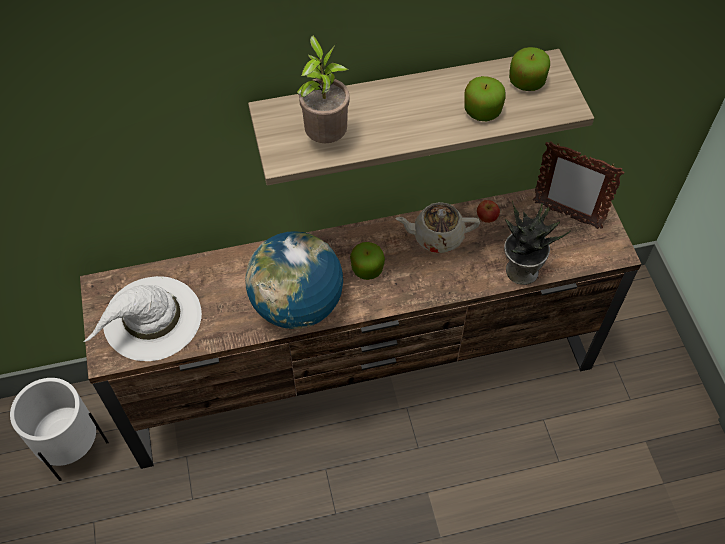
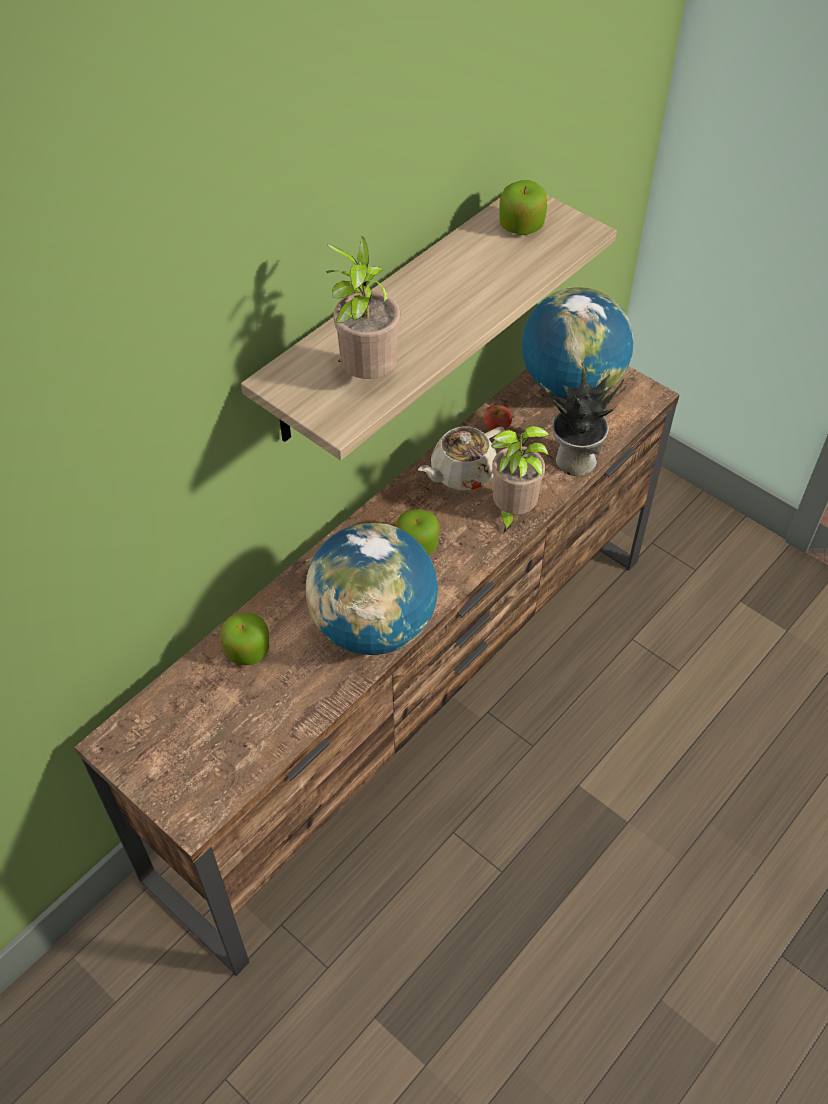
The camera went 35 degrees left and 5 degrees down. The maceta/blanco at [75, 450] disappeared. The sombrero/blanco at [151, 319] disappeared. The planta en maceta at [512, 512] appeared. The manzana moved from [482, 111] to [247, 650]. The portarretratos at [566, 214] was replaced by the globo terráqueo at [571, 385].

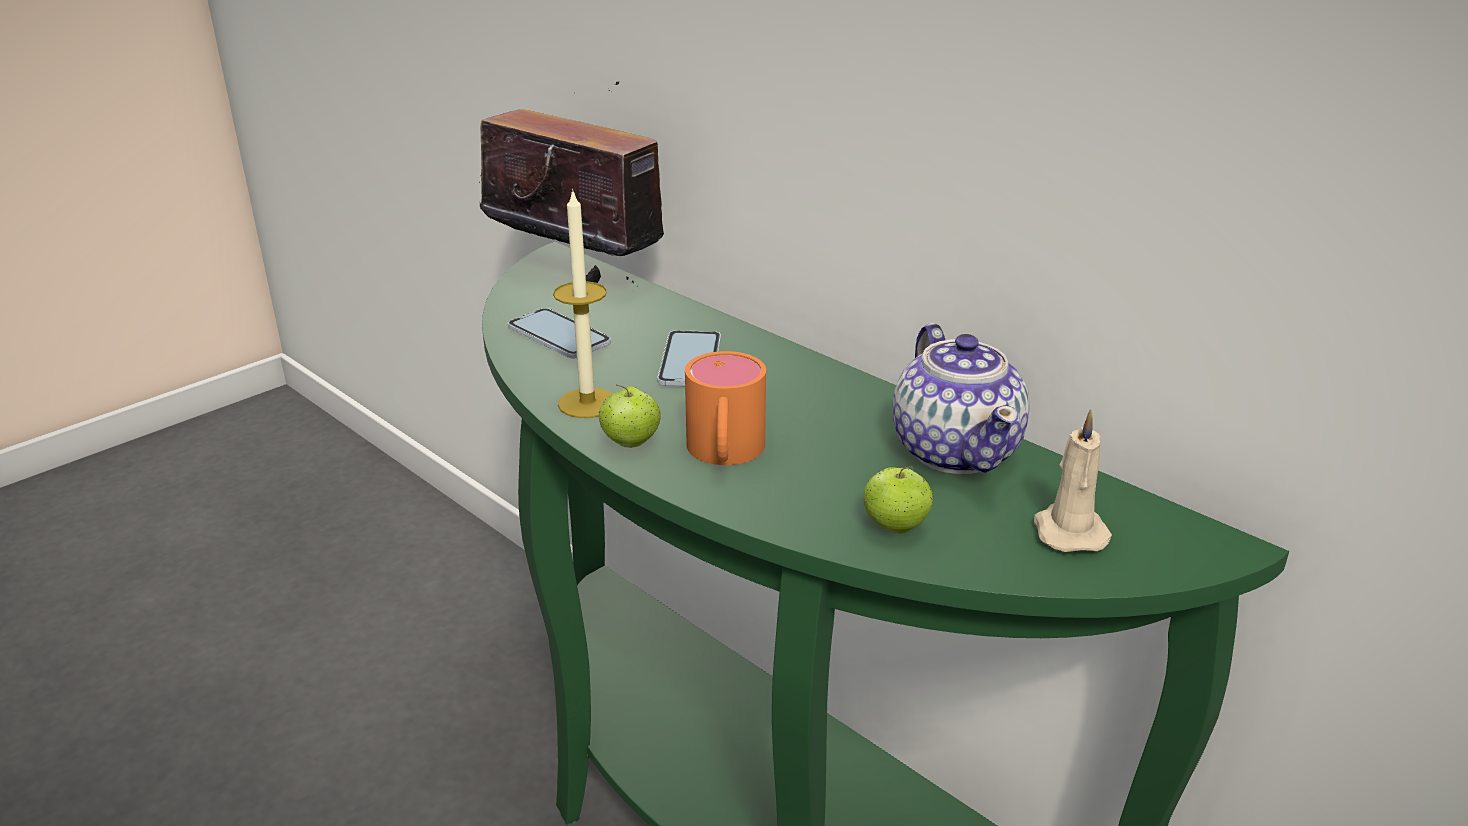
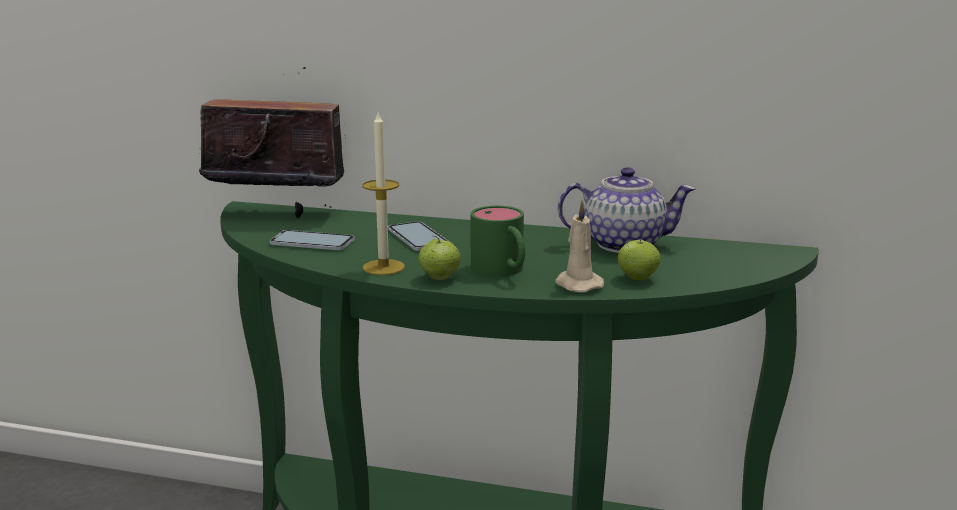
The camera went 30 degrees left and 10 degrees down. The vela/beis moved from [1068, 530] to [577, 284]. The taza grande/naranja at [724, 454] became the taza grande/verde at [503, 271]. The tetera at [956, 450] turned 45 degrees counterclockwise.

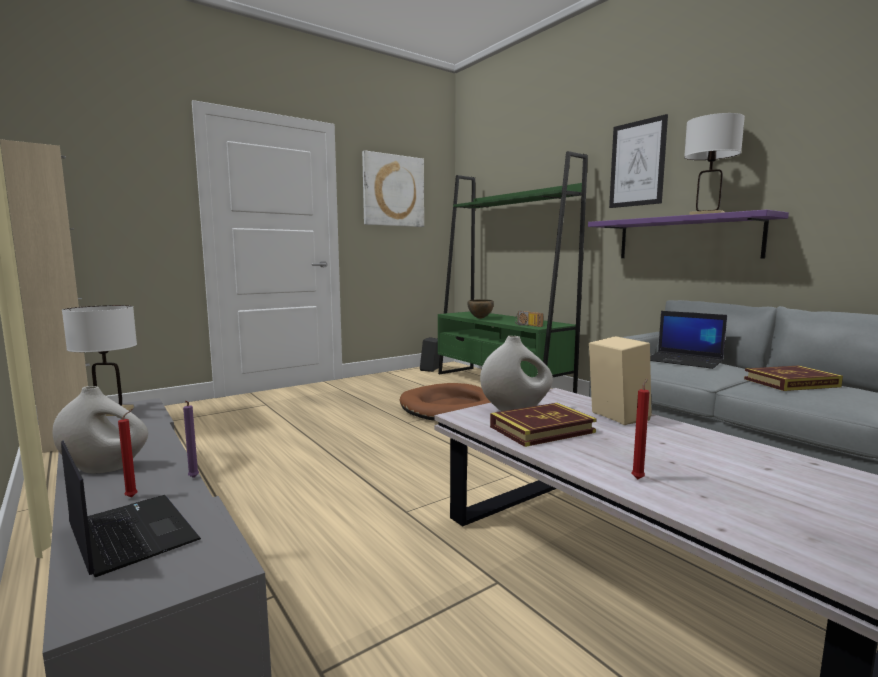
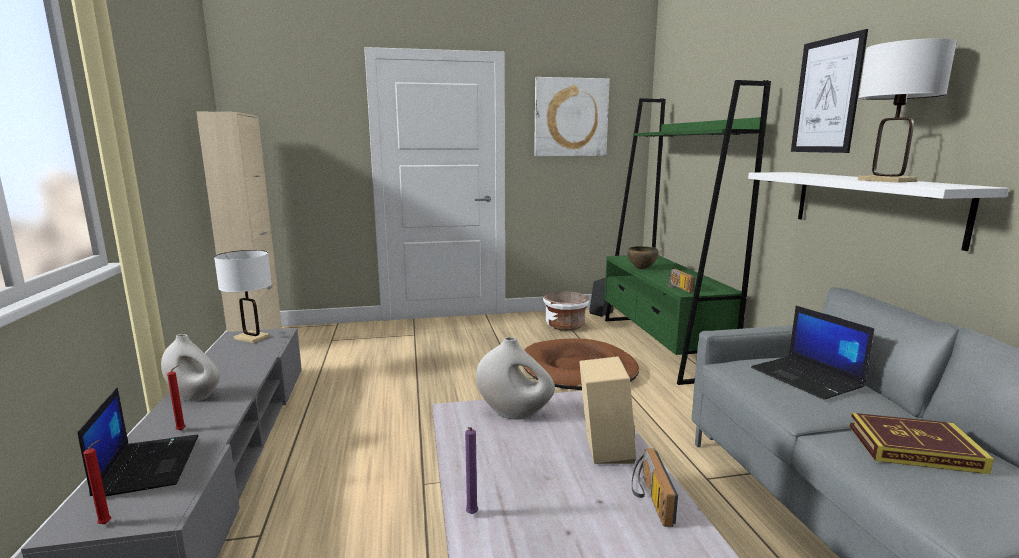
The camera went 25 degrees right and 5 degrees up. The libro at [542, 429] disappeared. The maceta/blanco at [565, 326] appeared. The radio at [649, 498] appeared. The vela/morado moved from [193, 478] to [471, 515]. The vela/rojo moved from [638, 478] to [107, 523]. The estante/morado at [686, 238] became the estante/blanco at [873, 205].

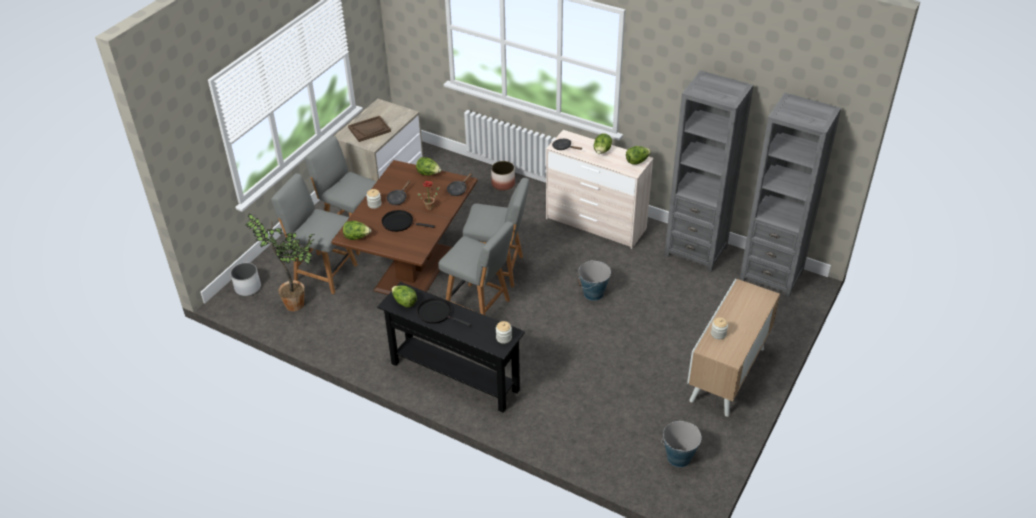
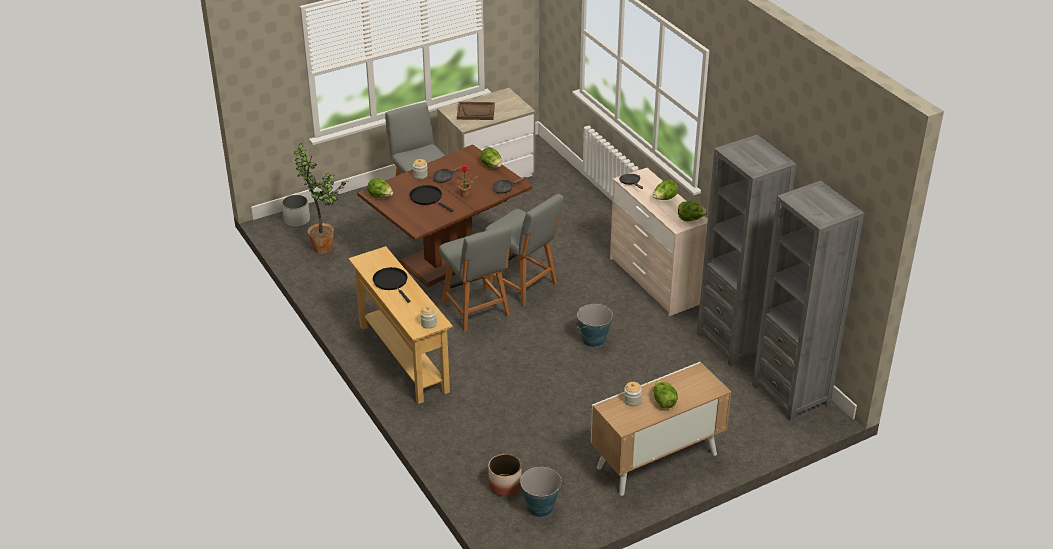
The camera went 30 degrees right and 5 degrees down. The silla/gris at [323, 272] disappeared. The lechuga moved from [404, 302] to [663, 402]. The maceta moved from [503, 184] to [505, 485]. The mesa consola/negro at [454, 377] became the mesa consola/beis at [403, 358].

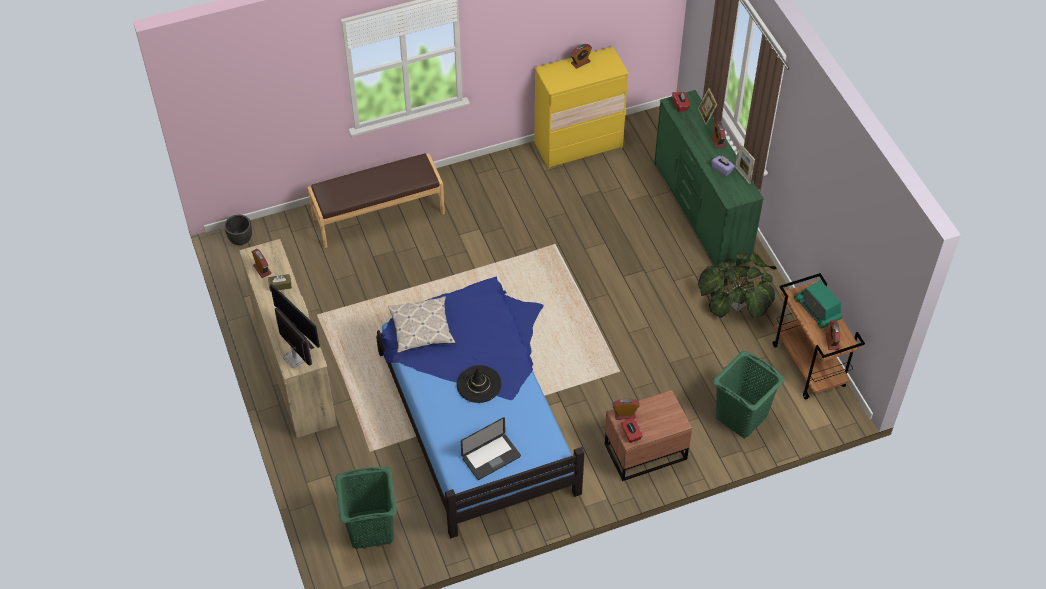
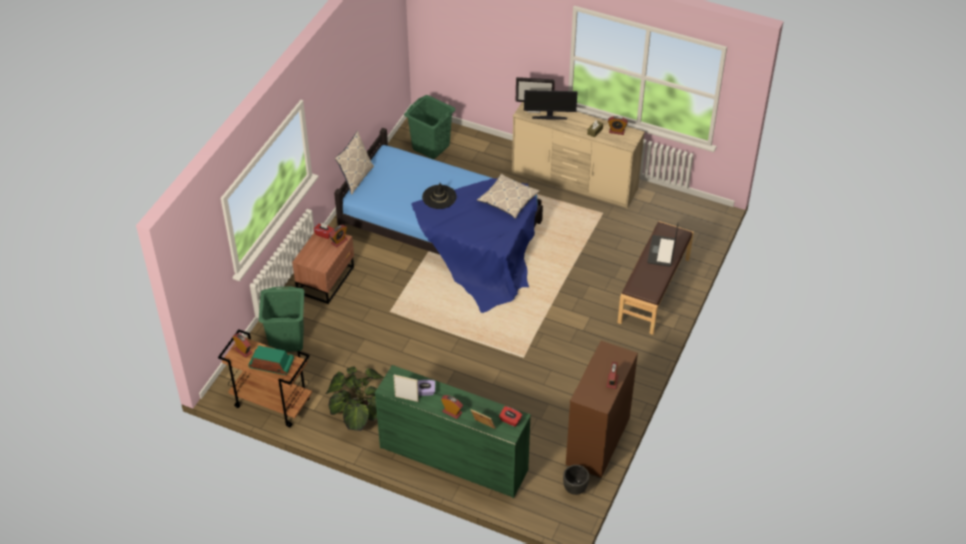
The camera went 135 degrees right and 5 degrees down. The cojín at [356, 178] appeared. The maceta/negro moved from [241, 240] to [574, 488]. The portátil moved from [491, 457] to [661, 251]. The cómoda/amarillo at [578, 145] became the cómoda/marrón at [597, 441].

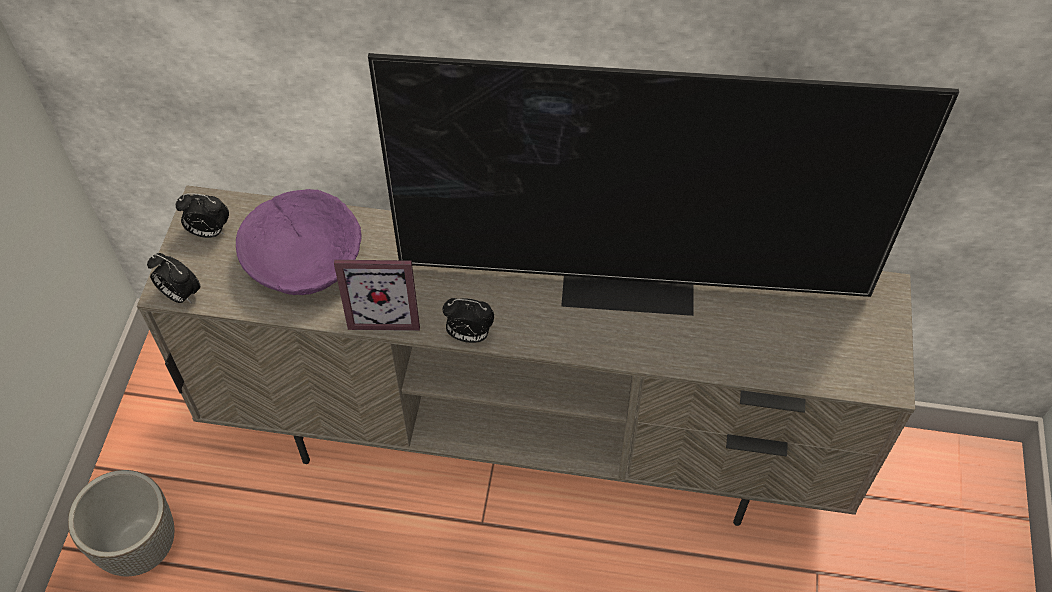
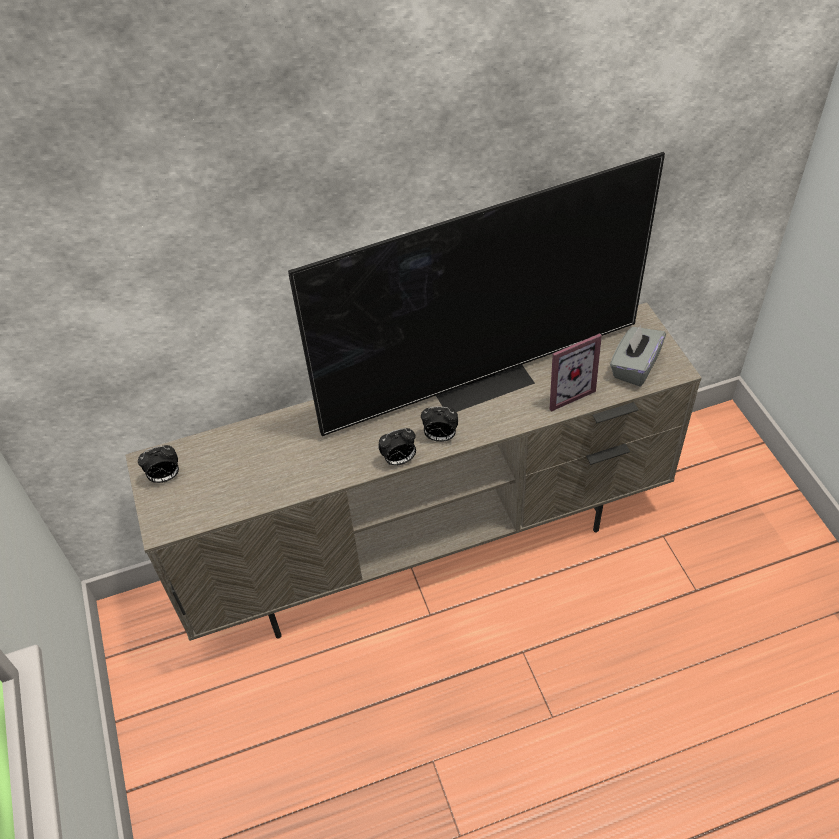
The camera went 25 degrees left and 5 degrees down. The maceta at [140, 545] disappeared. The cuenco/morado at [304, 260] disappeared. The caja de pañuelos/gris at [634, 367] appeared. The despertador moved from [180, 294] to [440, 437]. The portarretratos moved from [385, 312] to [565, 391].

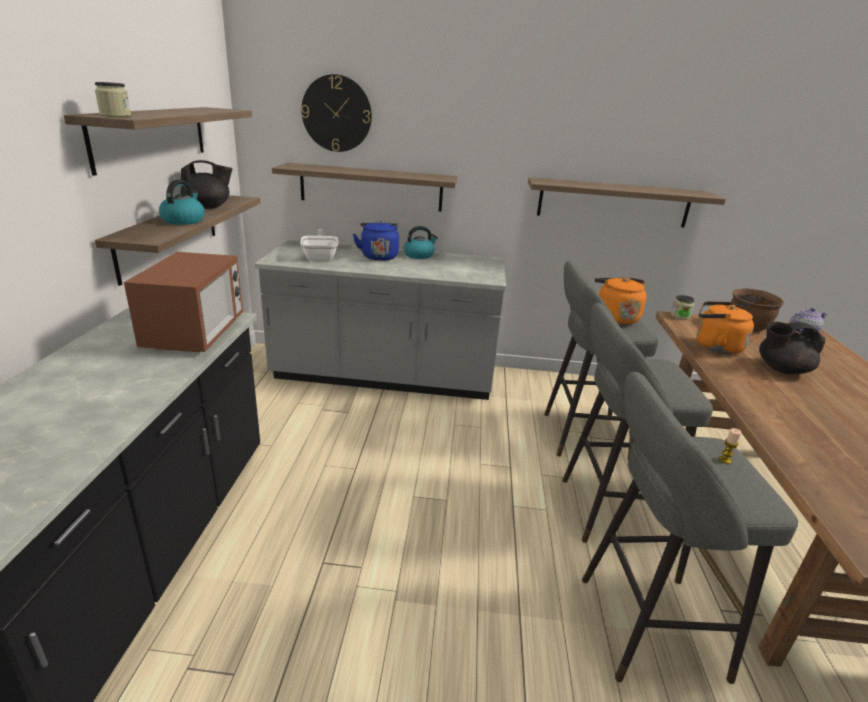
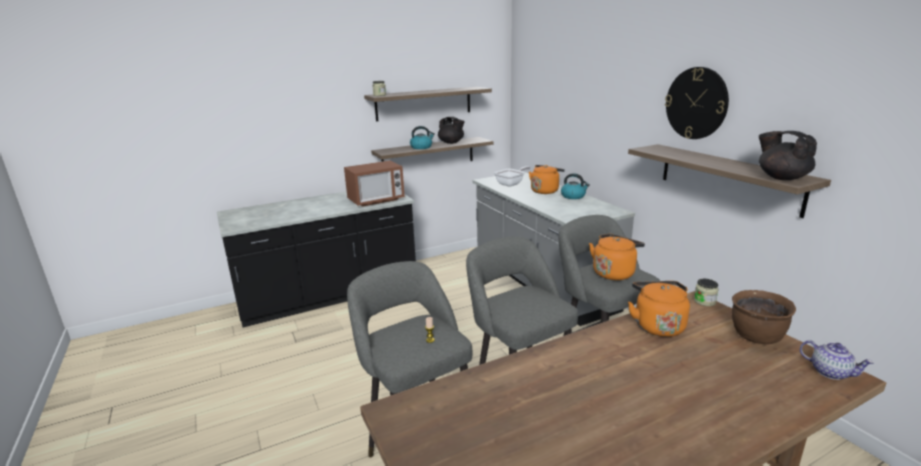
The camera went 60 degrees right and 5 degrees down. The estante at [371, 187] disappeared. The reloj de pared moved from [337, 114] to [696, 103]. The tetera/negro moved from [781, 369] to [781, 177]. The hervidor/azul at [378, 256] became the hervidor/naranja at [545, 191].

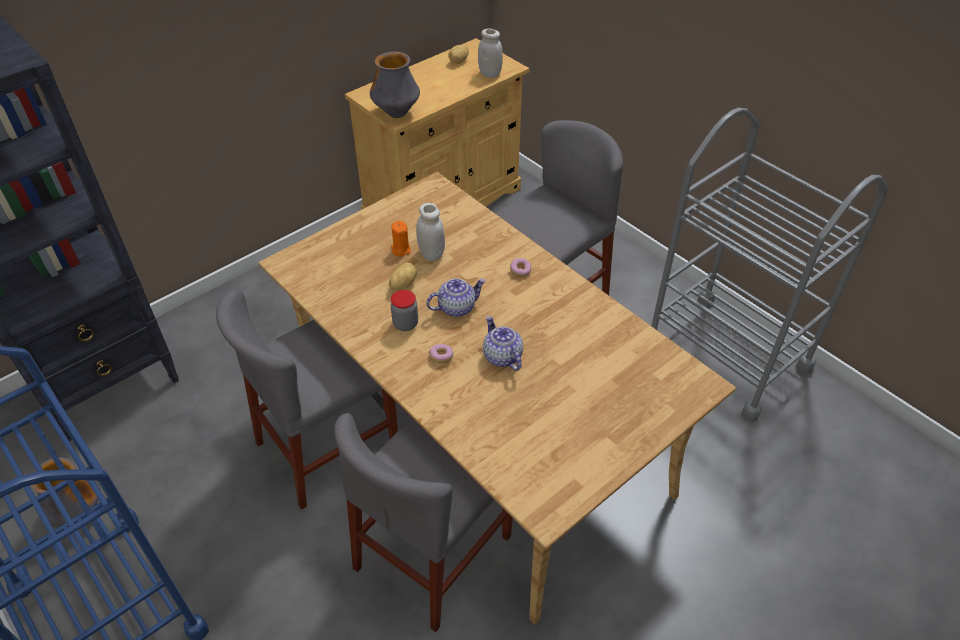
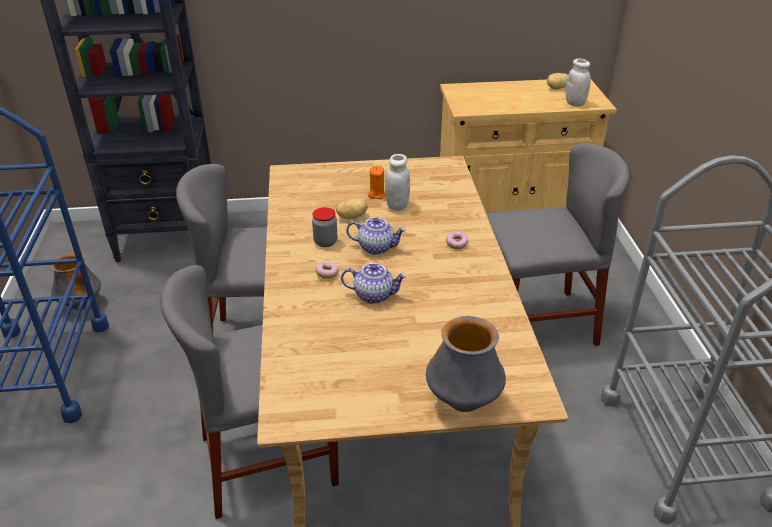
The camera went 35 degrees right and 10 degrees down. The florero moved from [396, 113] to [463, 402]. The tetera at [502, 356] turned 90 degrees clockwise.

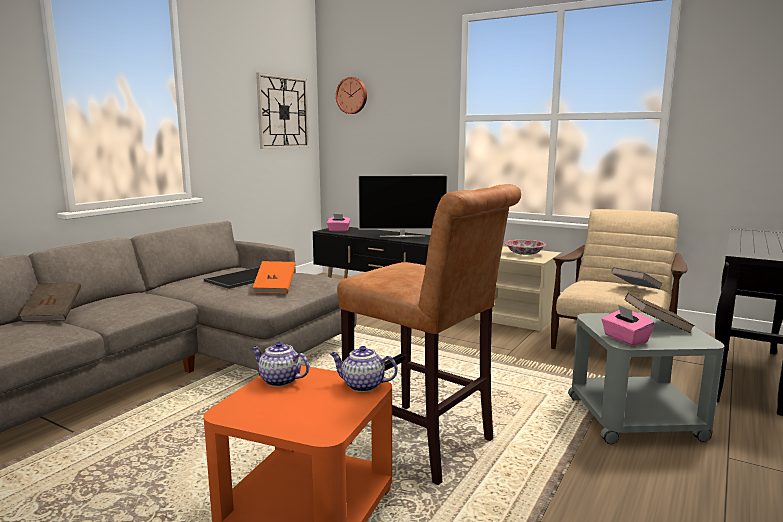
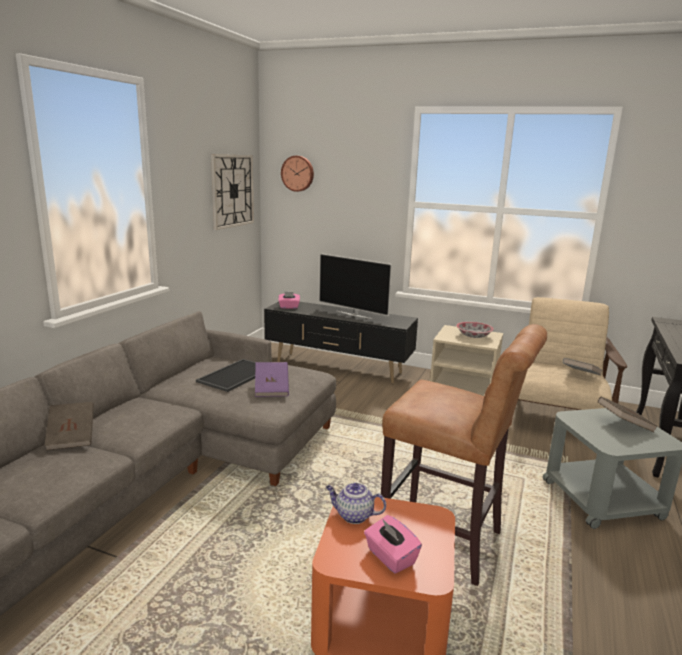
The camera went 10 degrees left and 5 degrees up. The tetera at [362, 385] disappeared. The caja de pañuelos/rosa moved from [625, 339] to [390, 557]. The libro/naranja at [275, 288] became the libro/morado at [271, 389]. The televisor at [402, 236] turned 45 degrees clockwise.

